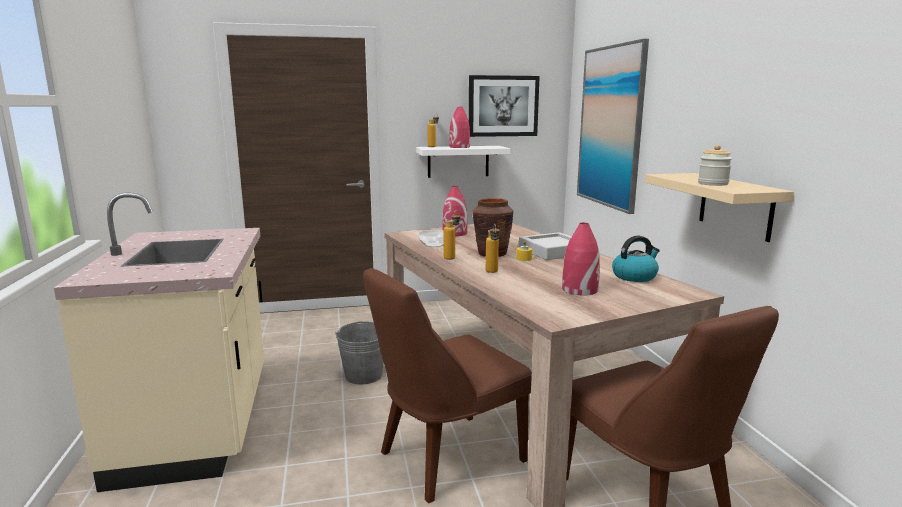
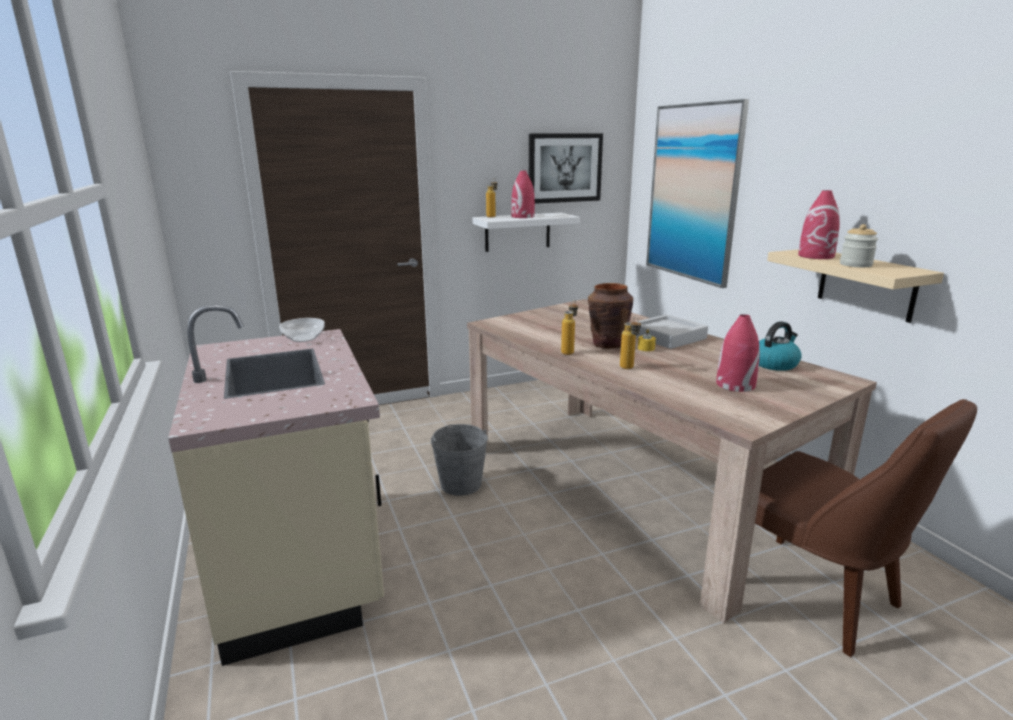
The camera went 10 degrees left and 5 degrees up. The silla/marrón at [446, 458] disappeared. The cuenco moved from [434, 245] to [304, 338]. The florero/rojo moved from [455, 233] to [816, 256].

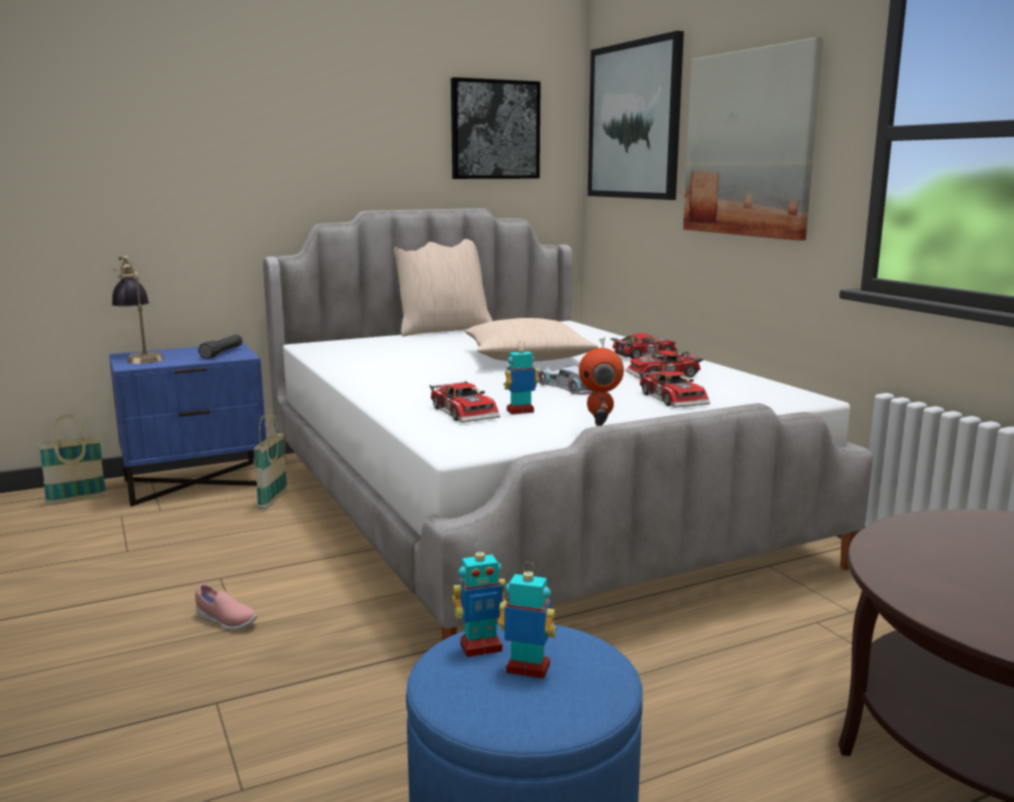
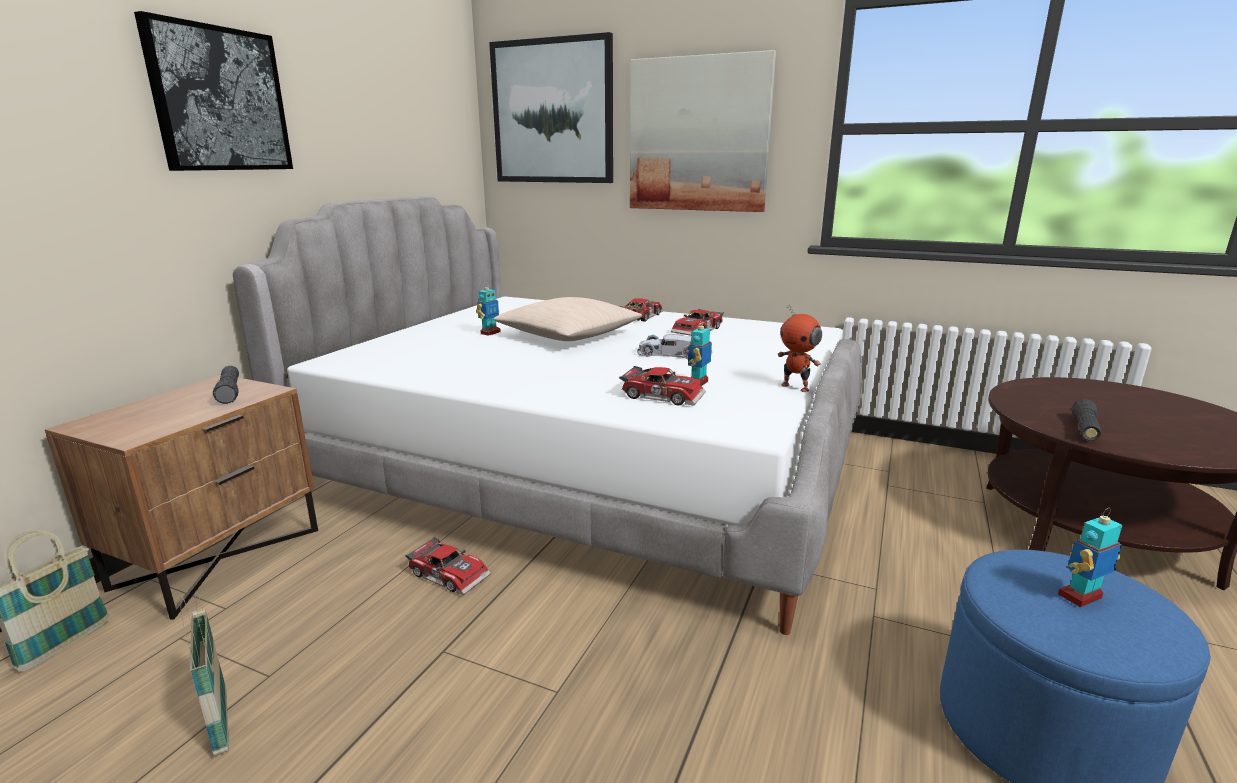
The camera went 40 degrees left and 5 degrees up. The lámpara de mesa at [140, 357] disappeared. The zapato/rosa at [225, 621] disappeared. The cojín/beis at [443, 330] disappeared. The linterna/negro at [1084, 429] appeared. The cesta moved from [273, 500] to [221, 722]. The cuadro moved from [495, 130] to [219, 100]. The robot de juguete moved from [481, 647] to [490, 333]. The coche de juguete moved from [675, 398] to [450, 573]. The mesita de noche/azul at [196, 482] became the mesita de noche/marrón at [218, 557].

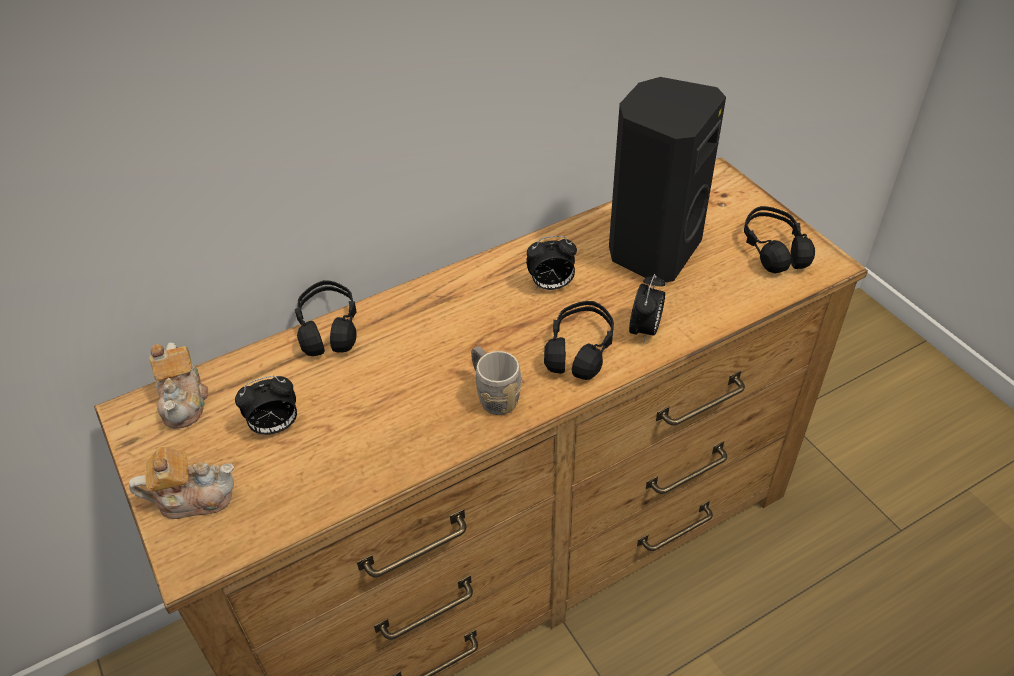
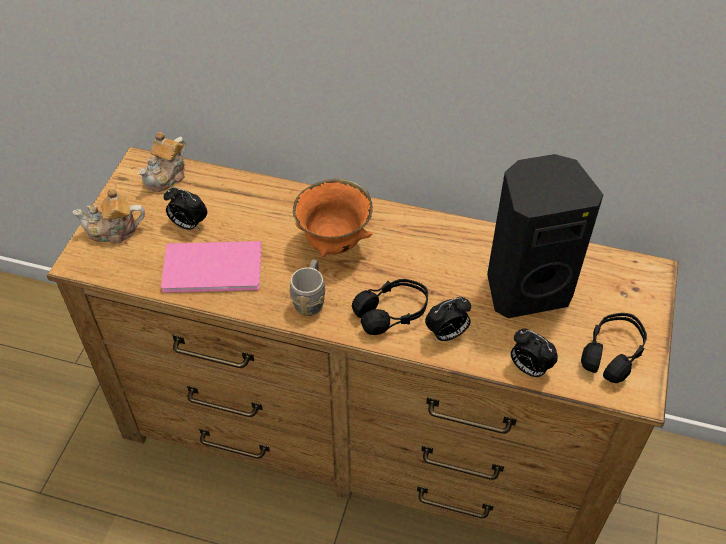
The camera went 45 degrees right and 5 degrees up. The auriculares/negro at [328, 328] disappeared. The libro/rosa at [215, 270] appeared. The cuenco/naranja at [335, 243] appeared. The despertador moved from [551, 286] to [528, 368]. The tetera at [193, 497] turned 135 degrees clockwise.

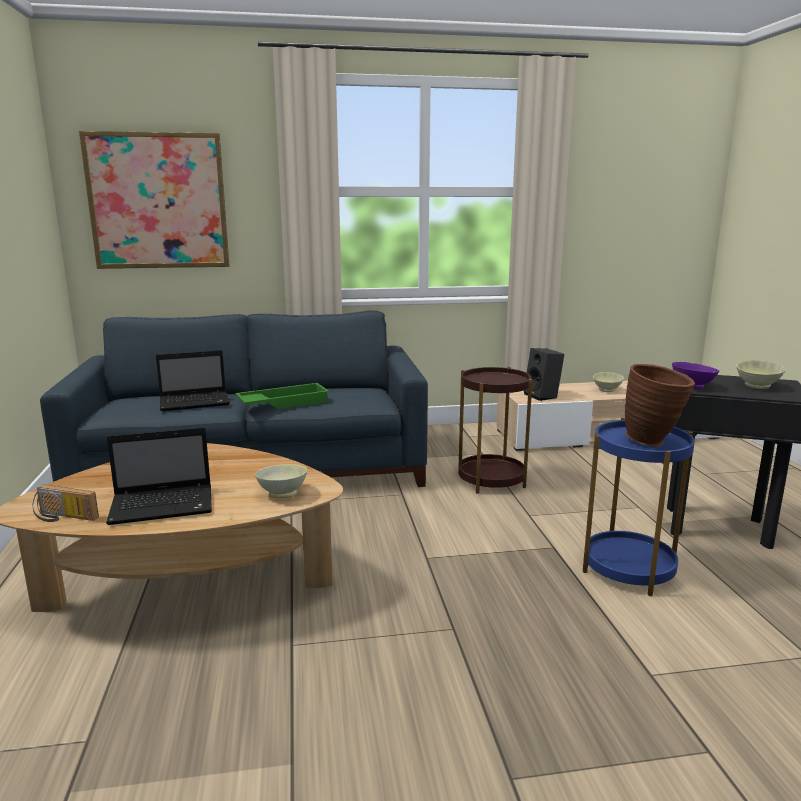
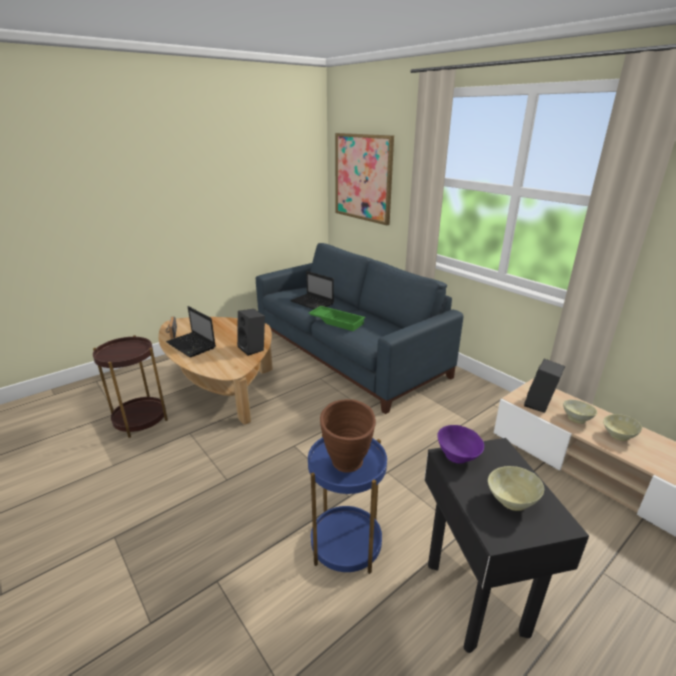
The camera went 60 degrees right and 10 degrees up. The altavoz/negro at [253, 348] appeared. The cuenco/beis moved from [283, 493] to [577, 419]. The mesa auxiliar/marrón moved from [491, 480] to [140, 420].

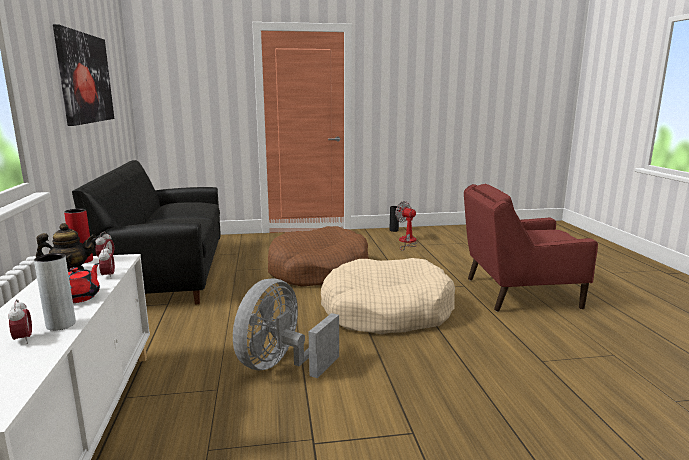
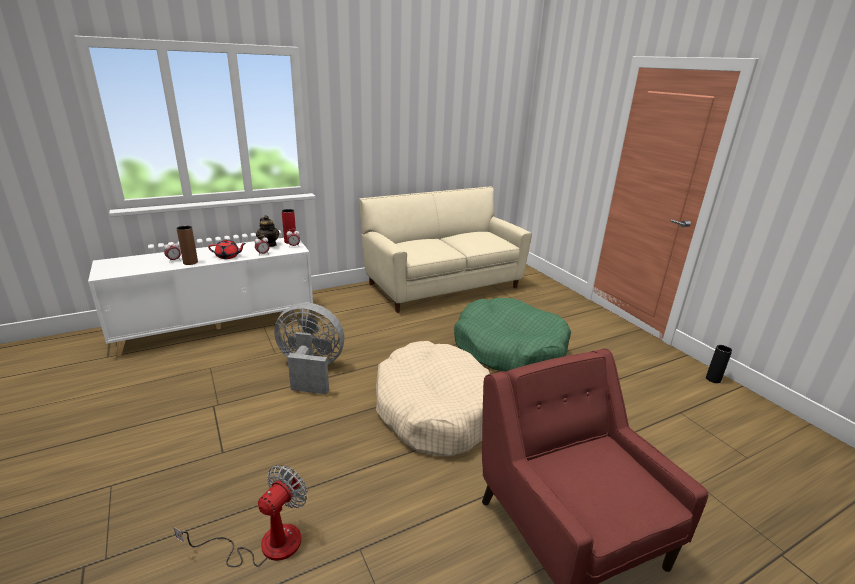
The camera went 70 degrees right and 10 degrees up. The cuadro at [85, 78] disappeared. The ventilador moved from [407, 242] to [265, 544]. The florero/gris at [61, 325] became the florero/marrón at [190, 262]. The sofá/negro at [168, 274] became the sofá/beis at [443, 286]. The cama para perro/marrón at [318, 270] became the cama para perro/verde at [509, 349].

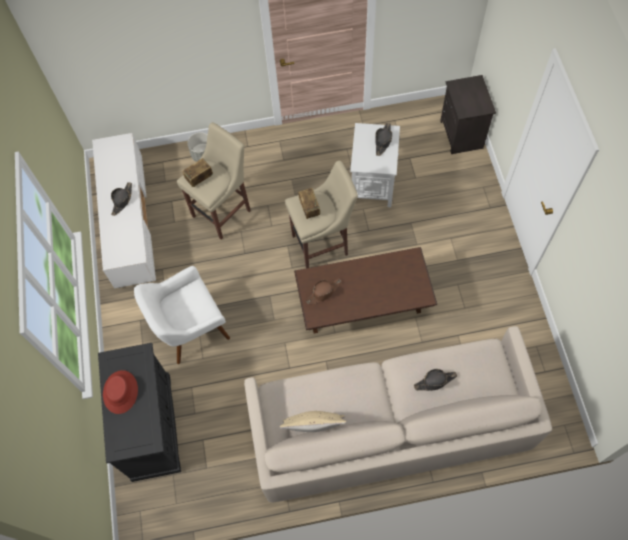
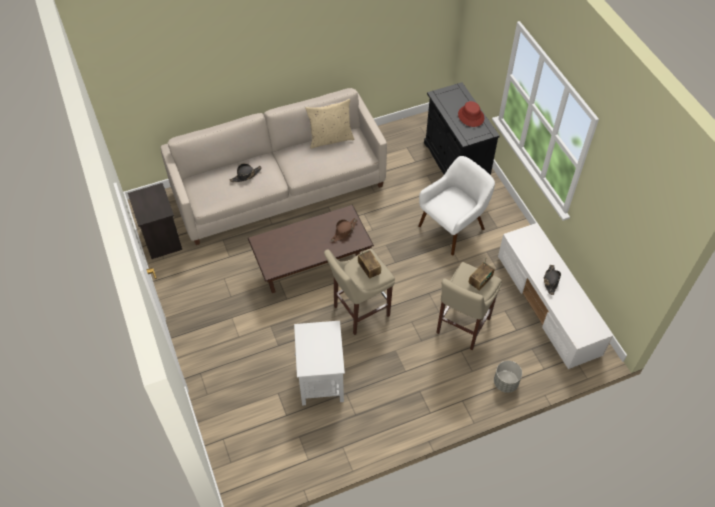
The camera went 165 degrees right and 10 degrees down. The sombrero/negro at [383, 141] disappeared. The mesita de noche/negro moved from [462, 135] to [161, 239].

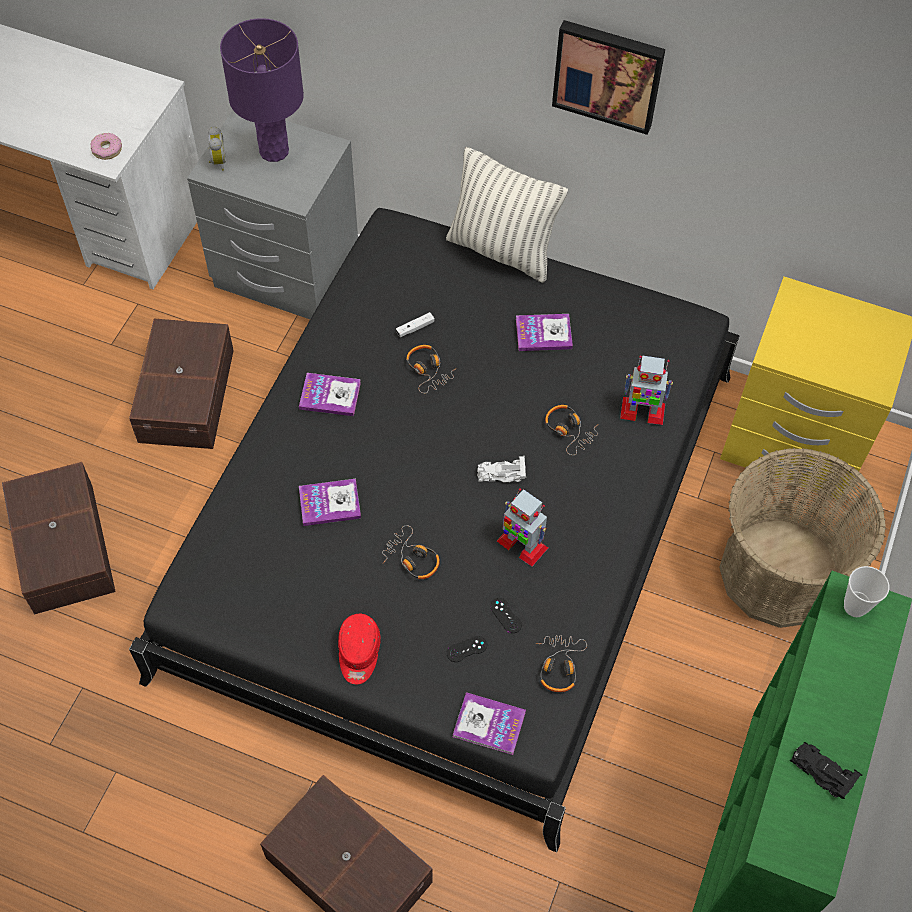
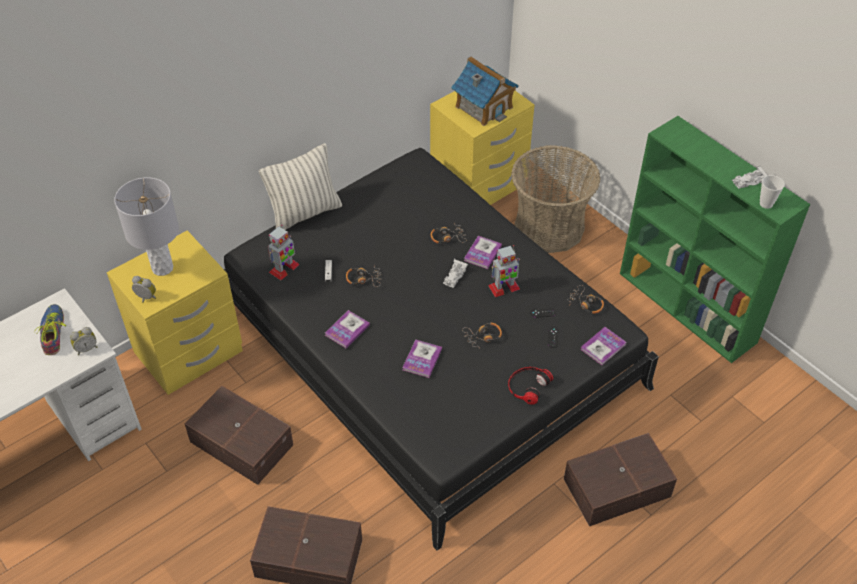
The camera went 60 degrees left and 10 degrees down. The cuadro at [608, 74] disappeared. The zapato at [53, 333] appeared. The casita at [484, 107] appeared. The libro moved from [543, 333] to [482, 253]. The robot de juguete moved from [642, 411] to [284, 269]. The taza moved from [855, 607] to [766, 204]. The rosquilla at [107, 150] was replaced by the despertador at [86, 348]. The gorra/rojo at [358, 653] was replaced by the auriculares at [527, 386]. The mesita de noche/gris at [285, 273] became the mesita de noche/amarillo at [189, 353]. The lámpara de mesa/morado at [274, 150] became the lámpara de mesa/gris at [162, 268]. The coche de juguete/negro at [821, 771] became the coche de juguete/blanco at [748, 181].

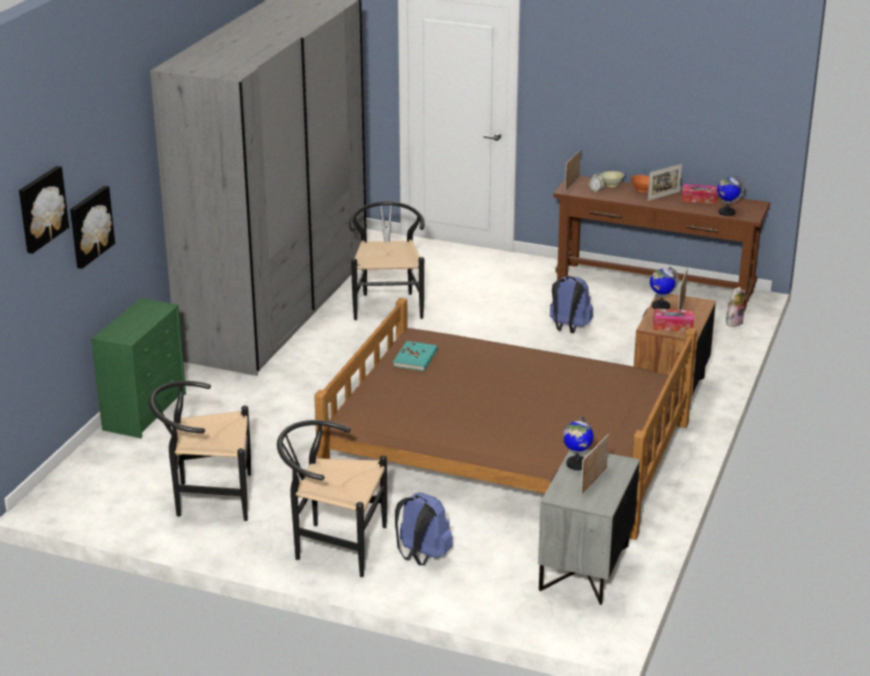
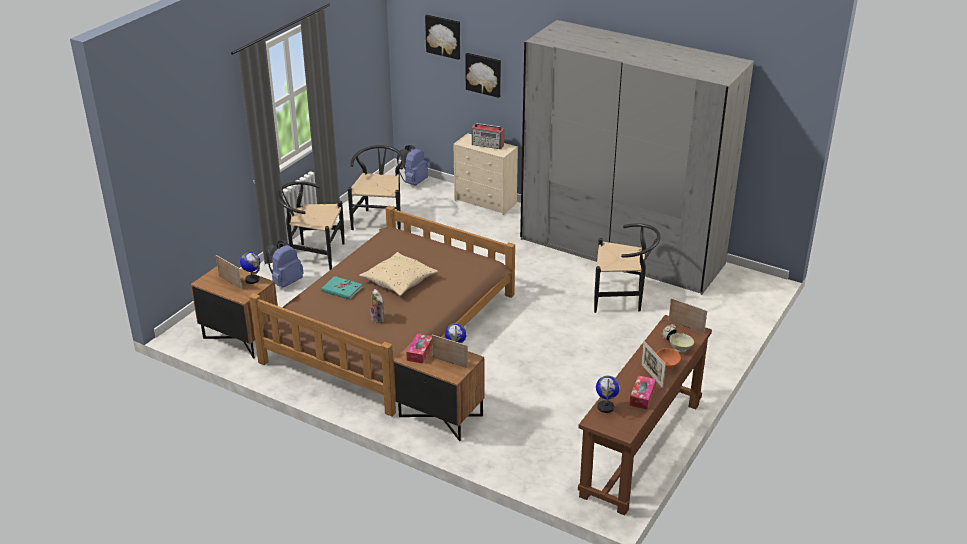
The camera went 100 degrees right and 5 degrees up. The cojín/beis at [399, 280] appeared. The radio at [488, 145] appeared. The libro/turquesa moved from [415, 358] to [342, 289]. The mochila/azul moved from [568, 328] to [413, 182]. The peluche moved from [733, 322] to [379, 318]. The cómoda/verde at [145, 411] became the cómoda/beis at [486, 202]. The mesita de noche/gris at [585, 568] became the mesita de noche/marrón at [240, 338]. The silla/negro at [332, 545] turned 105 degrees counterclockwise.

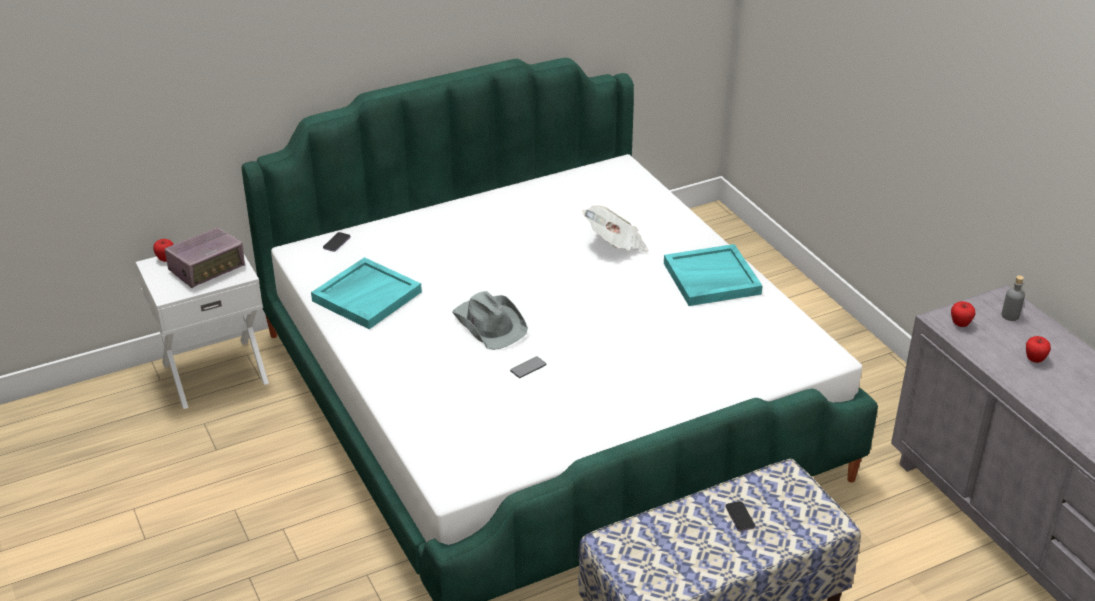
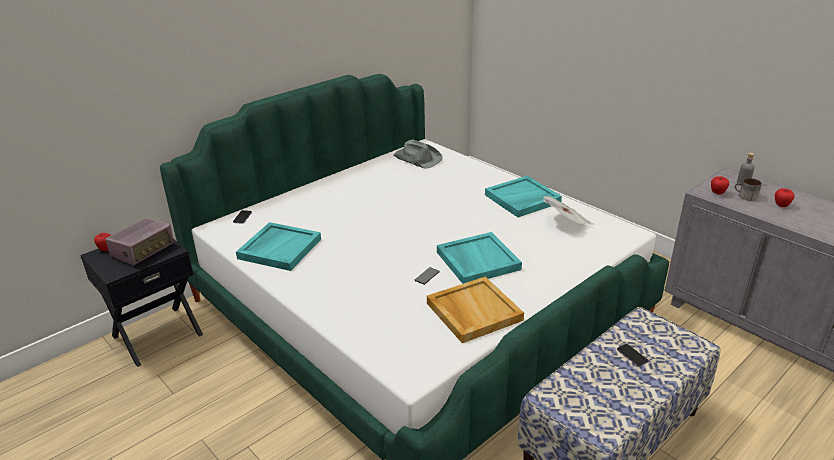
The camera went 15 degrees left and 5 degrees down. The bandeja/beis at [473, 311] appeared. The bandeja/turquesa at [477, 260] appeared. The taza grande at [745, 196] appeared. The sombrero/gris moved from [490, 323] to [417, 158]. The periódico moved from [616, 244] to [566, 223]. The mesita de noche/blanco at [214, 372] became the mesita de noche/negro at [157, 334].

